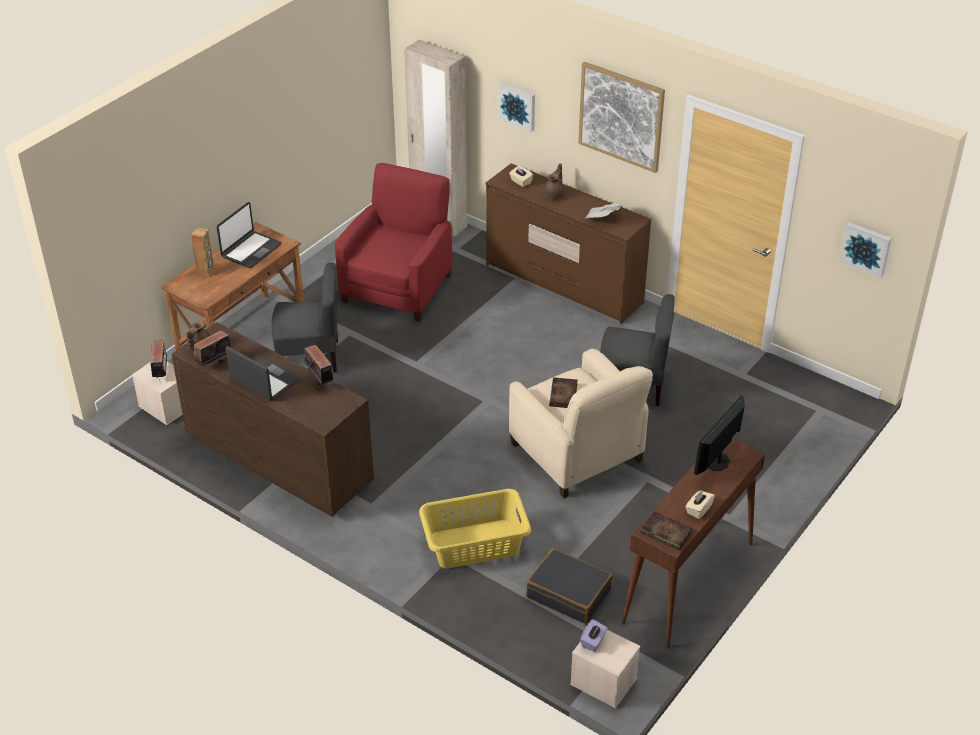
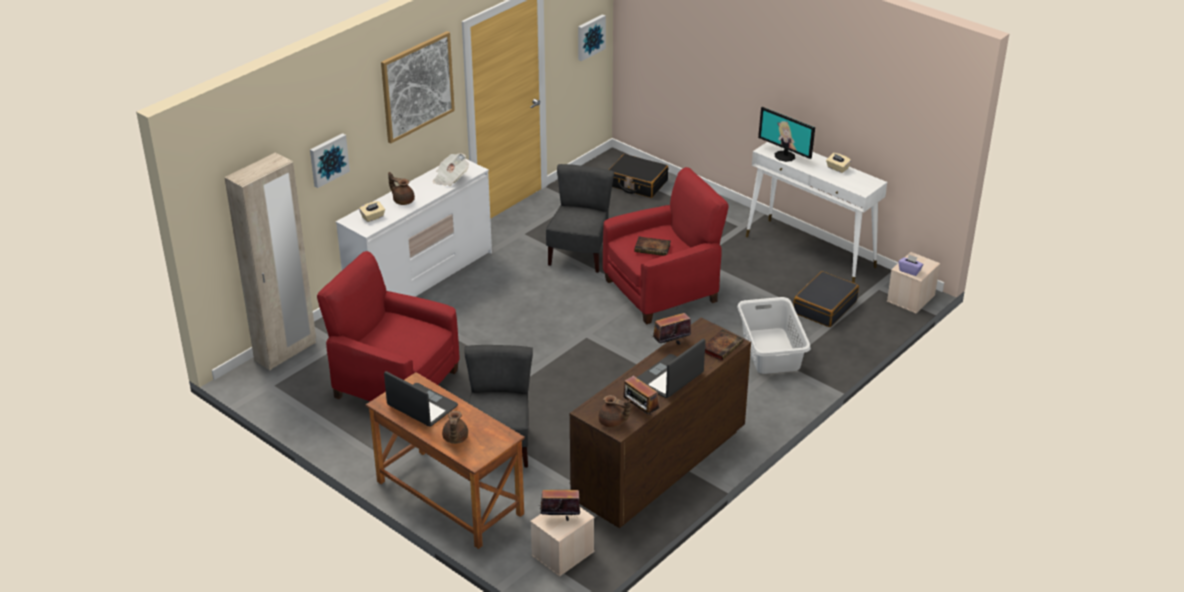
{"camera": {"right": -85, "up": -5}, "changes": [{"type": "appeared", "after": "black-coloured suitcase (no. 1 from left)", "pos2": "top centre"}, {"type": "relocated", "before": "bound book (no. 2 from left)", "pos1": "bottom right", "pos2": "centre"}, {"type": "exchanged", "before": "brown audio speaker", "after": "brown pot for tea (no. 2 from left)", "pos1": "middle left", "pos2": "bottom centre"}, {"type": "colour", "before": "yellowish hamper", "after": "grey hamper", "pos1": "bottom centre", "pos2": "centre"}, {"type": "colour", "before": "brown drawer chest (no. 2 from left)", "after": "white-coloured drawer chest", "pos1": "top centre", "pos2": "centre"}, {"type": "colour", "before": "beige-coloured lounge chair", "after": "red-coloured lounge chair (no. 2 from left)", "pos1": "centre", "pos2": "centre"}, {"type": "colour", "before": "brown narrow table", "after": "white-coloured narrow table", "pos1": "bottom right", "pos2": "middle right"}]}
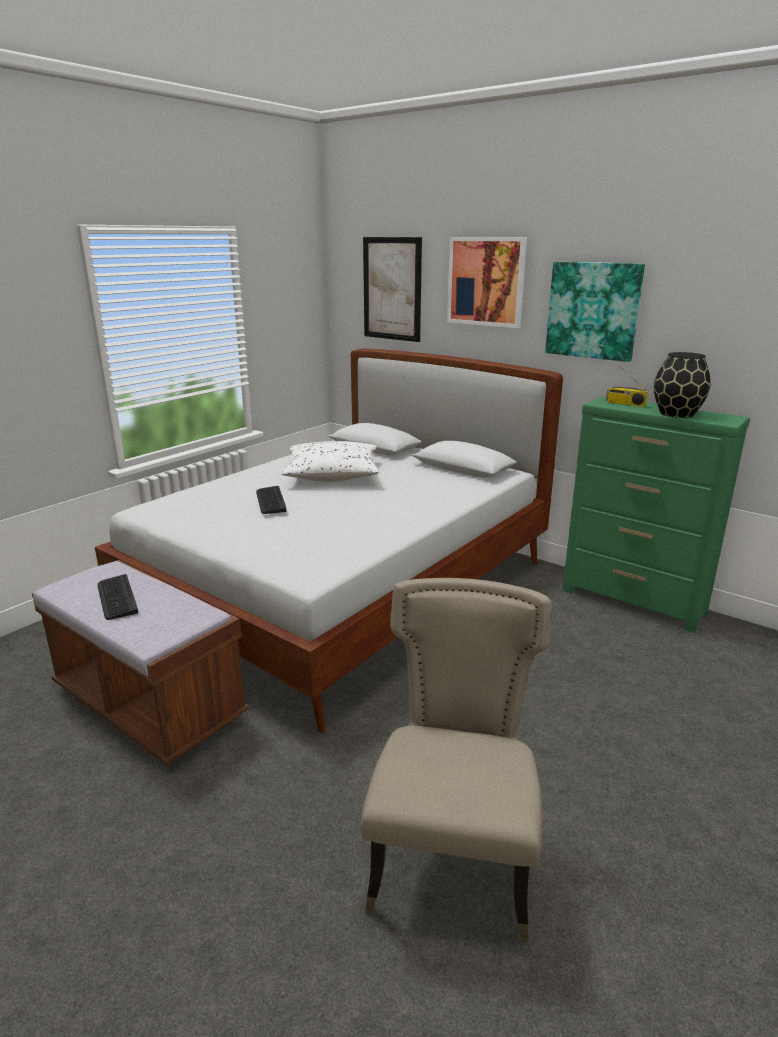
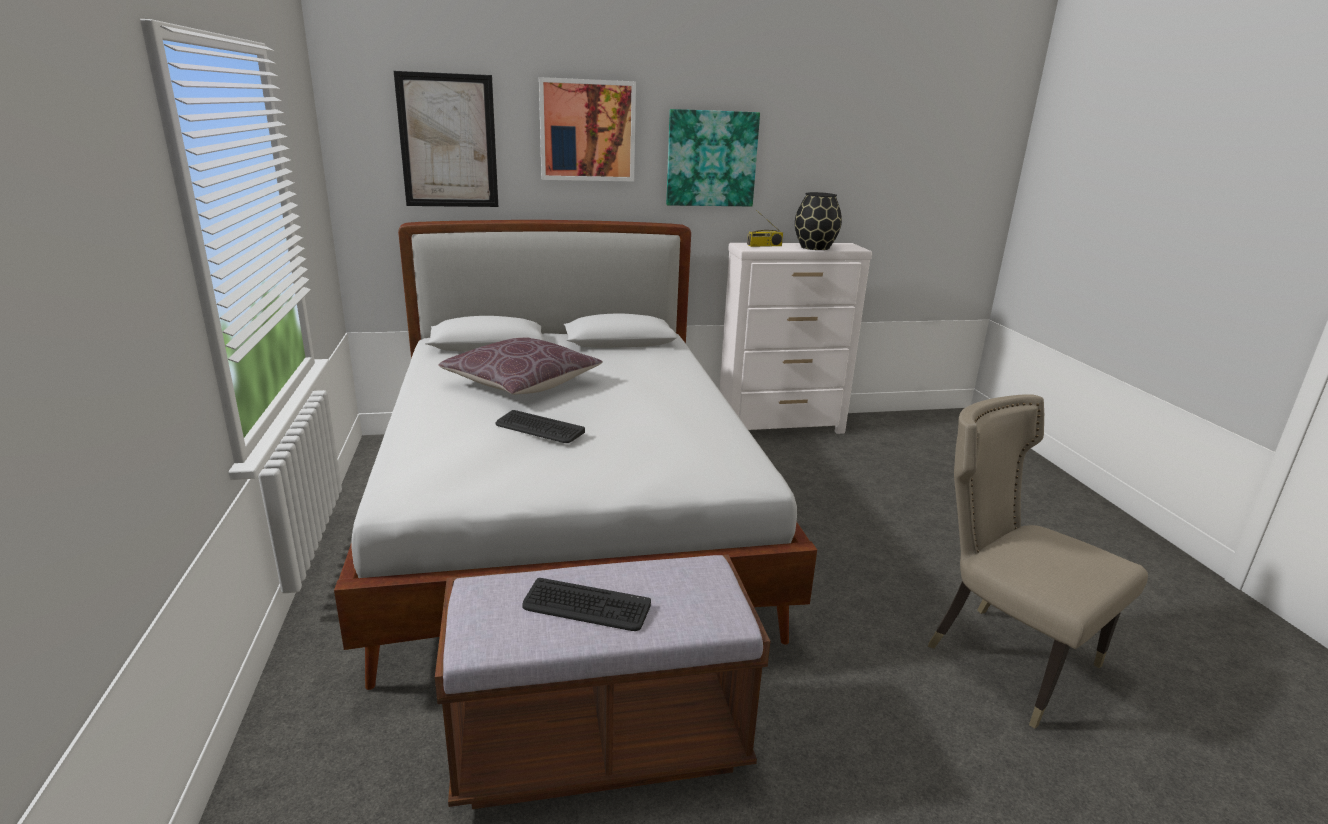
{"camera": {"right": -50, "up": 0}, "changes": [{"type": "colour", "before": "white-coloured throw pillow", "after": "brown throw pillow", "pos1": "centre", "pos2": "centre"}, {"type": "colour", "before": "green drawer chest", "after": "white-coloured drawer chest", "pos1": "middle right", "pos2": "centre"}]}
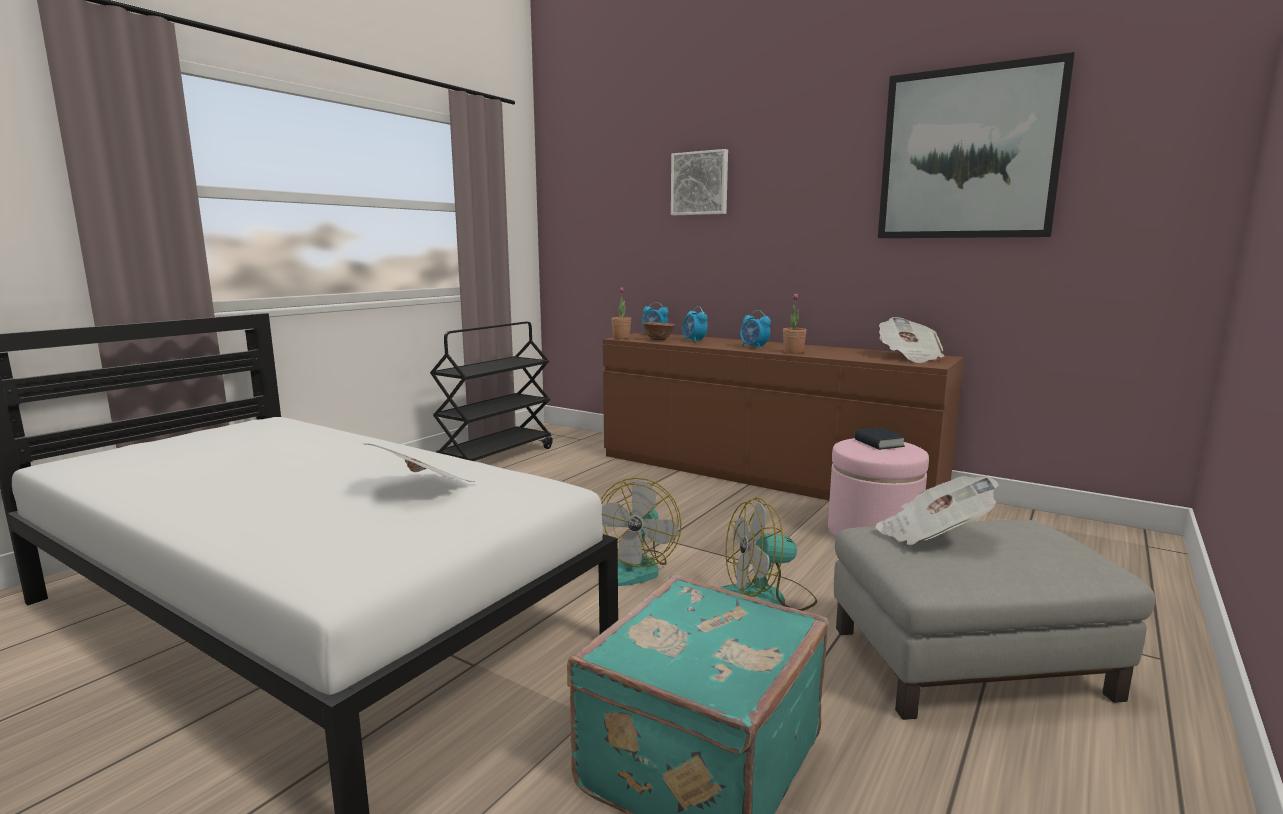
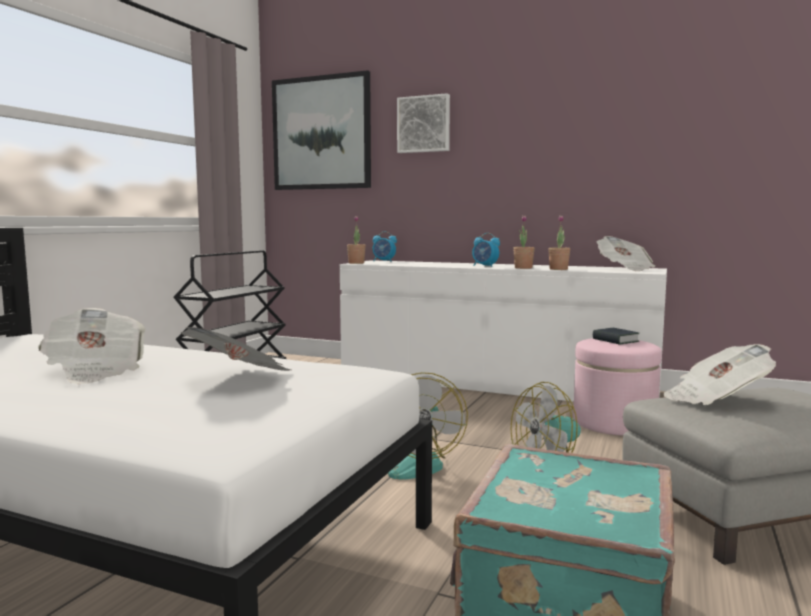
{"camera": {"right": -10, "up": -5}, "changes": [{"type": "missing", "before": "bowl", "pos1": "centre"}, {"type": "missing", "before": "table clock (no. 2 from left)", "pos1": "centre"}, {"type": "appeared", "after": "printed paper (no. 1 from left)", "pos2": "middle left"}, {"type": "appeared", "after": "potted plant (no. 3 from left)", "pos2": "middle right"}, {"type": "relocated", "before": "picture (no. 2 from left in the first image)", "after": "picture (no. 1 from left)", "pos1": "top right", "pos2": "top centre"}, {"type": "colour", "before": "brown drawer chest", "after": "white-coloured drawer chest", "pos1": "centre", "pos2": "centre"}]}
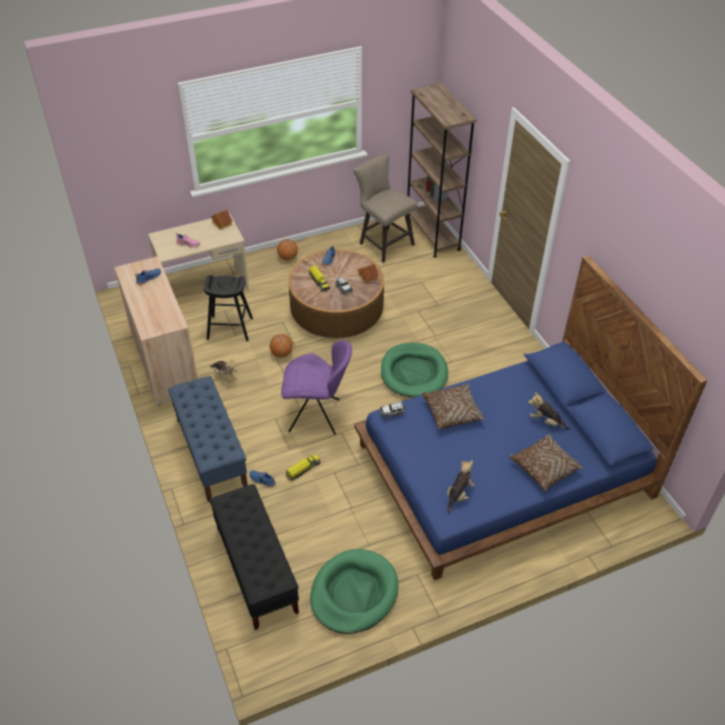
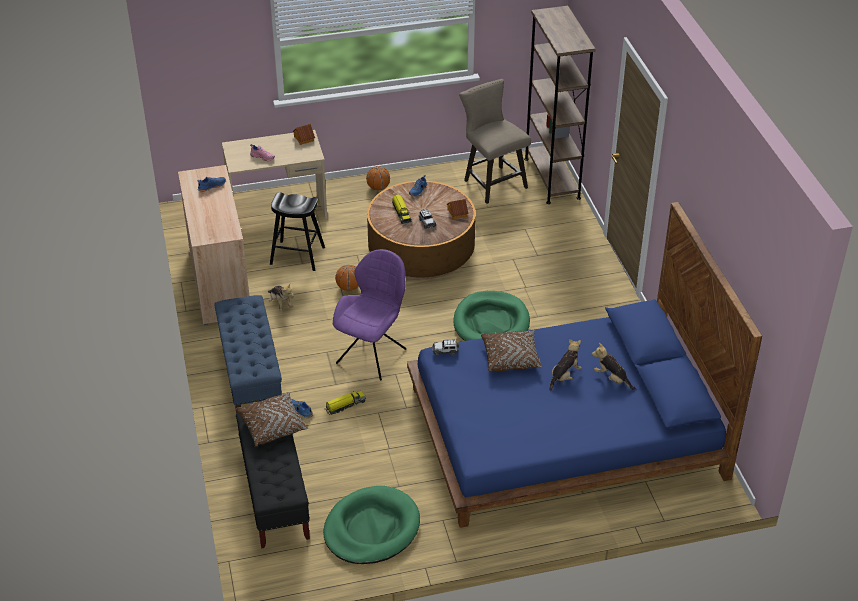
{"camera": {"right": 10, "up": -5}, "changes": [{"type": "relocated", "before": "cuddly toy (no. 2 from left)", "pos1": "bottom centre", "pos2": "centre"}, {"type": "relocated", "before": "brown throw pillow (no. 2 from left in the first image)", "after": "brown throw pillow (no. 1 from left)", "pos1": "middle right", "pos2": "bottom left"}, {"type": "spun", "before": "purplish plain chair", "pos1": "centre", "pos2": "centre", "turn": -75}]}
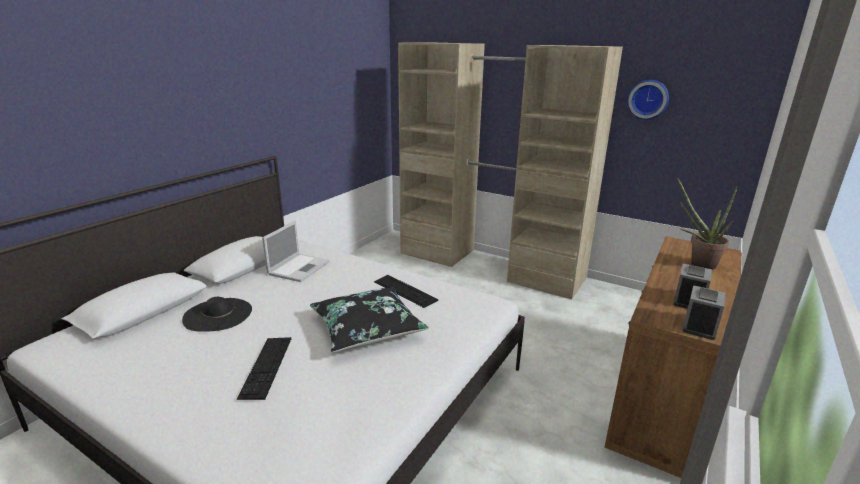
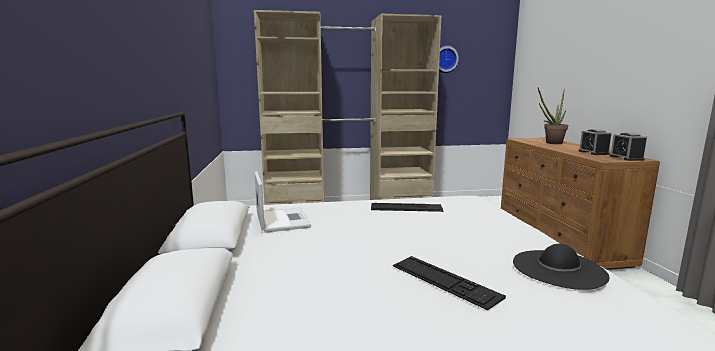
{"camera": {"right": -40, "up": -10}, "changes": [{"type": "missing", "before": "black-coloured throw pillow", "pos1": "centre"}, {"type": "relocated", "before": "black-coloured clothing hat", "pos1": "middle left", "pos2": "bottom right"}]}
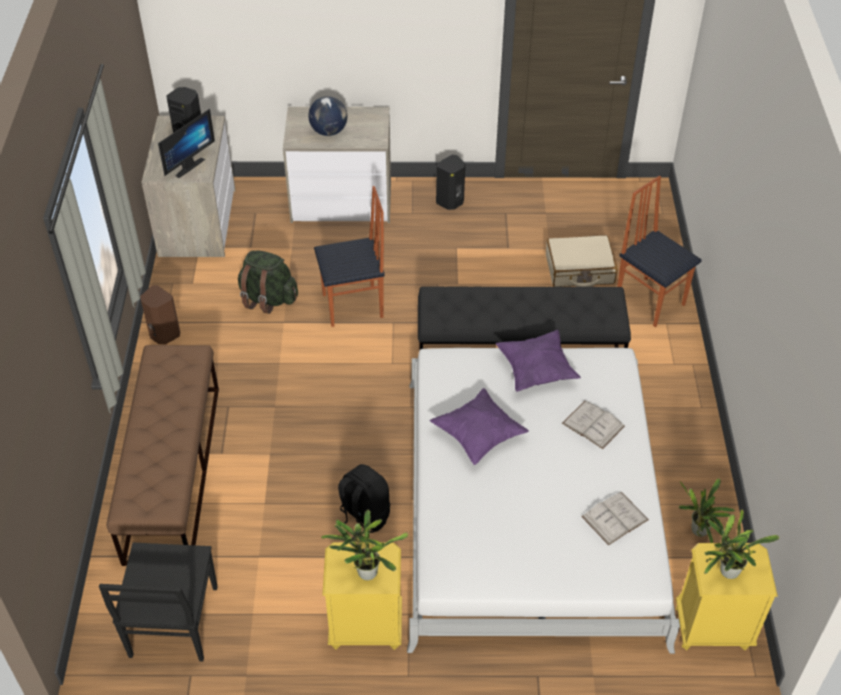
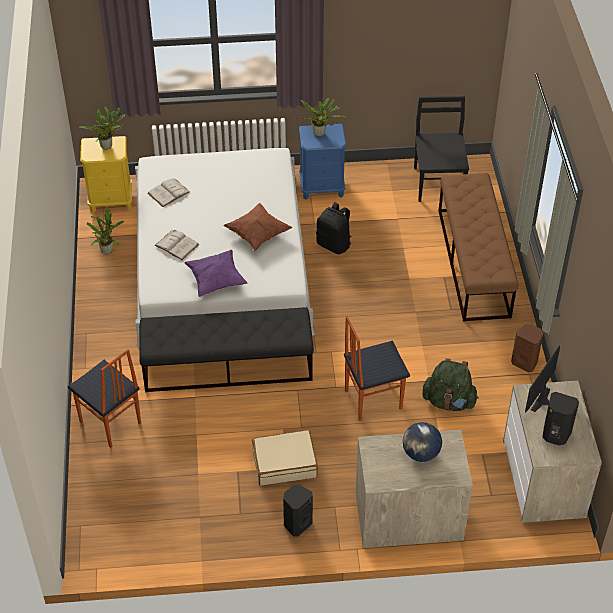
{"camera": {"right": 175, "up": 0}, "changes": [{"type": "relocated", "before": "beige-coloured suitcase", "pos1": "middle right", "pos2": "bottom centre"}, {"type": "colour", "before": "yellowish bedside table (no. 1 from left)", "after": "blue-coloured bedside table", "pos1": "bottom centre", "pos2": "top centre"}, {"type": "colour", "before": "purplish throw pillow (no. 1 from left)", "after": "brown throw pillow", "pos1": "centre", "pos2": "centre"}]}
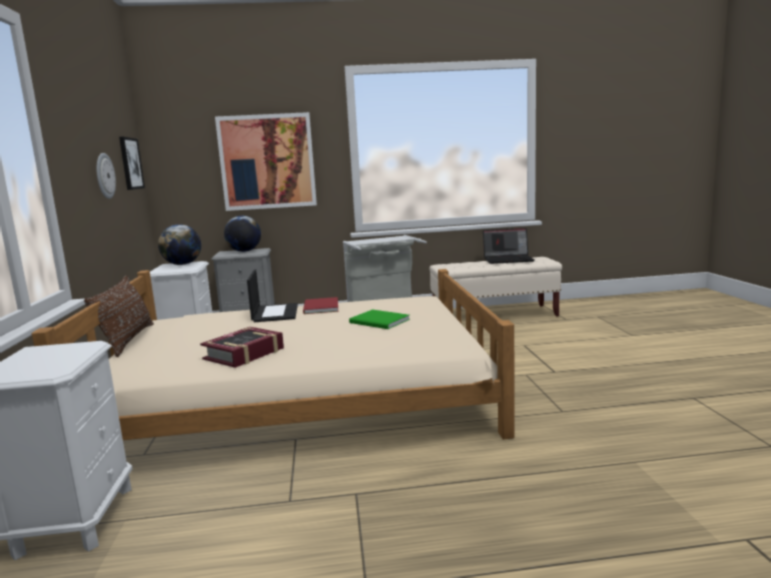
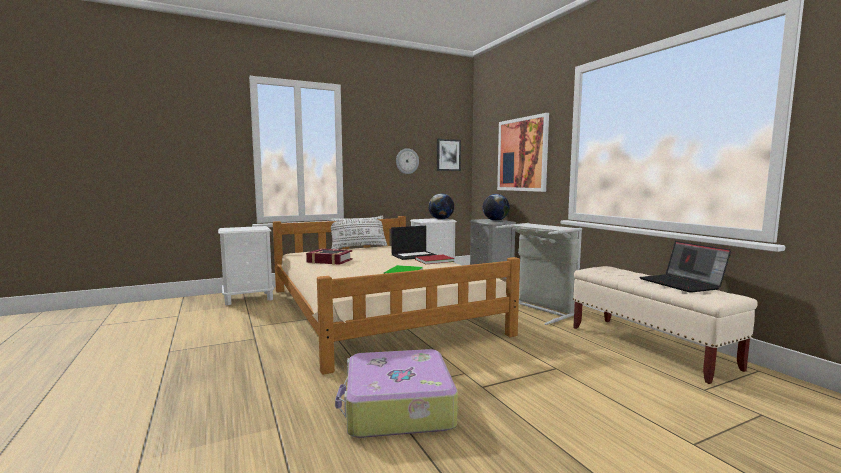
{"camera": {"right": 70, "up": -5}, "changes": [{"type": "appeared", "after": "suitcase", "pos2": "bottom centre"}, {"type": "colour", "before": "brown throw pillow", "after": "white-coloured throw pillow", "pos1": "middle left", "pos2": "centre"}]}
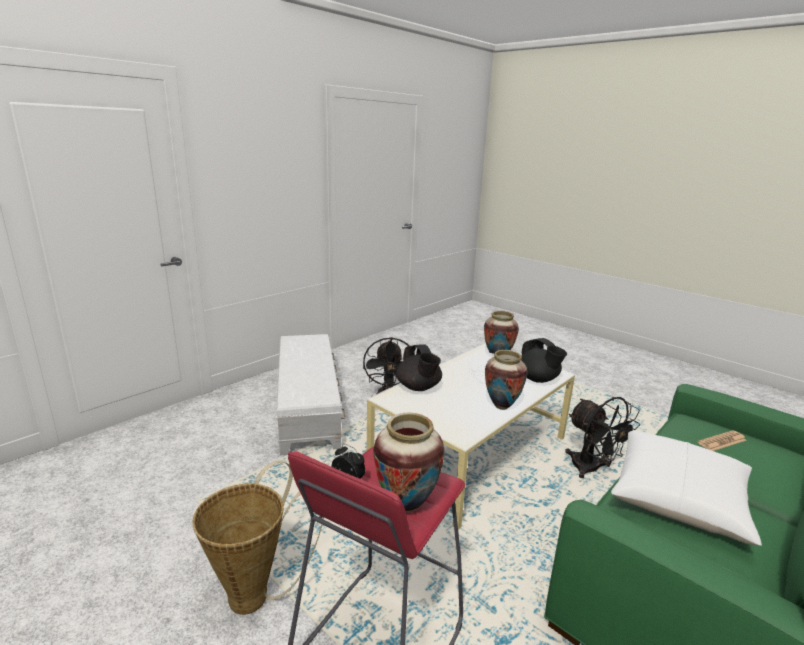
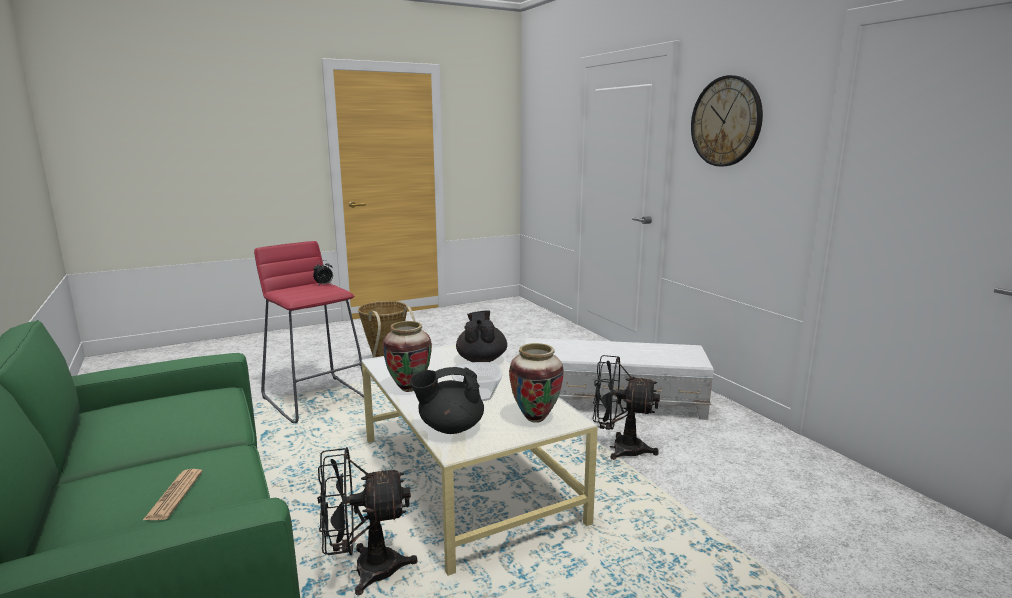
{"camera": {"right": 110, "up": -5}, "changes": [{"type": "missing", "before": "decorative vase (no. 1 from left)", "pos1": "bottom centre"}, {"type": "missing", "before": "white-coloured throw pillow", "pos1": "bottom right"}, {"type": "appeared", "after": "clock on the wall", "pos2": "top right"}, {"type": "spun", "before": "black-coloured pot for tea (no. 1 from left in the first image)", "pos1": "centre", "pos2": "centre", "turn": 90}]}
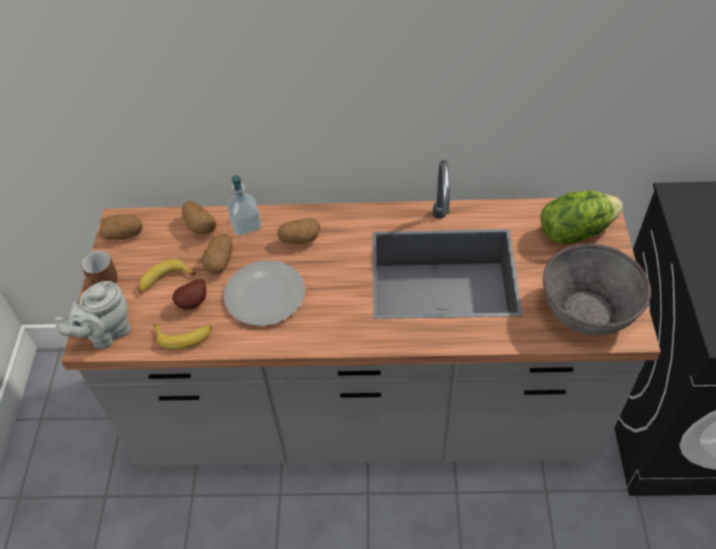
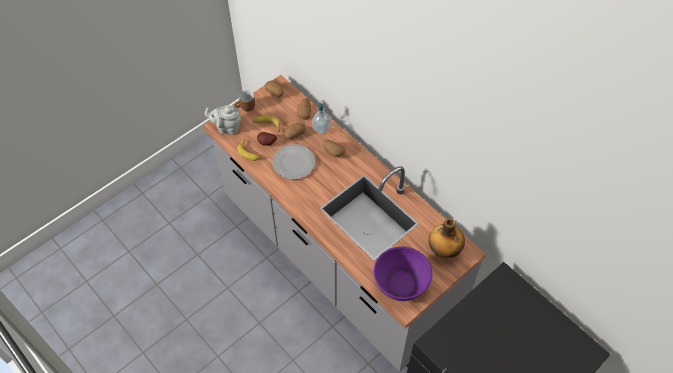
{"camera": {"right": 45, "up": 5}, "changes": [{"type": "exchanged", "before": "head of lettuce", "after": "beverage bottle", "pos1": "middle right", "pos2": "centre"}, {"type": "colour", "before": "grey bowl", "after": "purplish bowl", "pos1": "middle right", "pos2": "bottom centre"}]}
